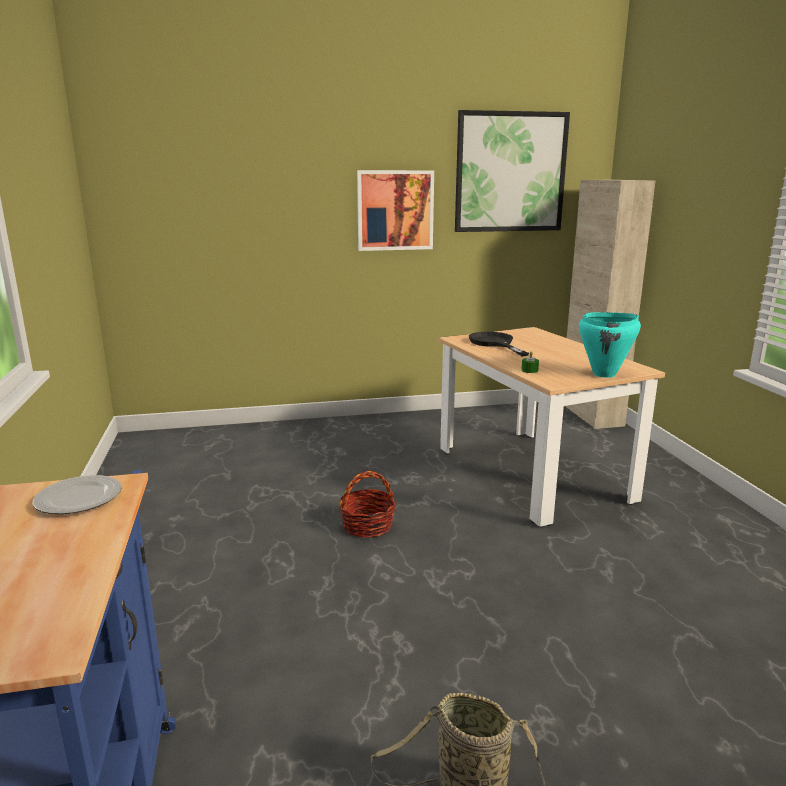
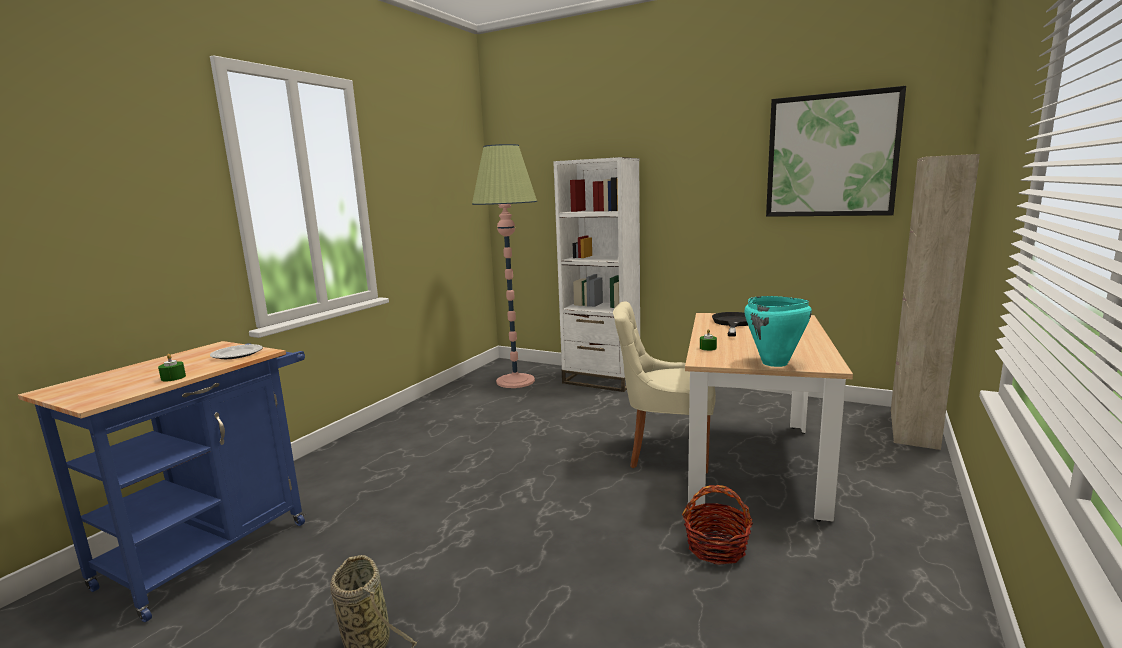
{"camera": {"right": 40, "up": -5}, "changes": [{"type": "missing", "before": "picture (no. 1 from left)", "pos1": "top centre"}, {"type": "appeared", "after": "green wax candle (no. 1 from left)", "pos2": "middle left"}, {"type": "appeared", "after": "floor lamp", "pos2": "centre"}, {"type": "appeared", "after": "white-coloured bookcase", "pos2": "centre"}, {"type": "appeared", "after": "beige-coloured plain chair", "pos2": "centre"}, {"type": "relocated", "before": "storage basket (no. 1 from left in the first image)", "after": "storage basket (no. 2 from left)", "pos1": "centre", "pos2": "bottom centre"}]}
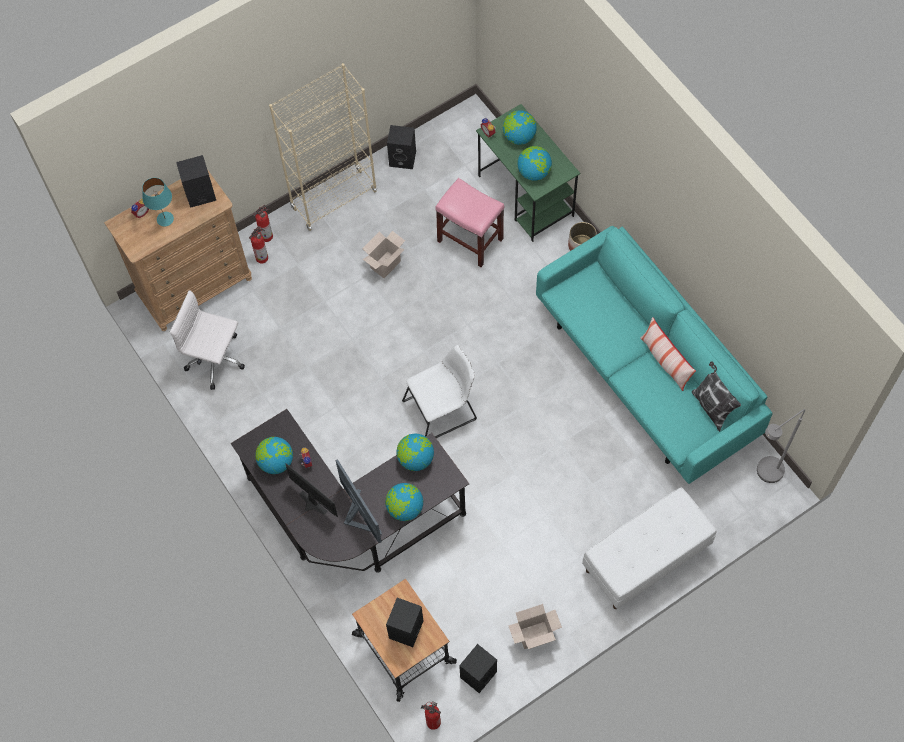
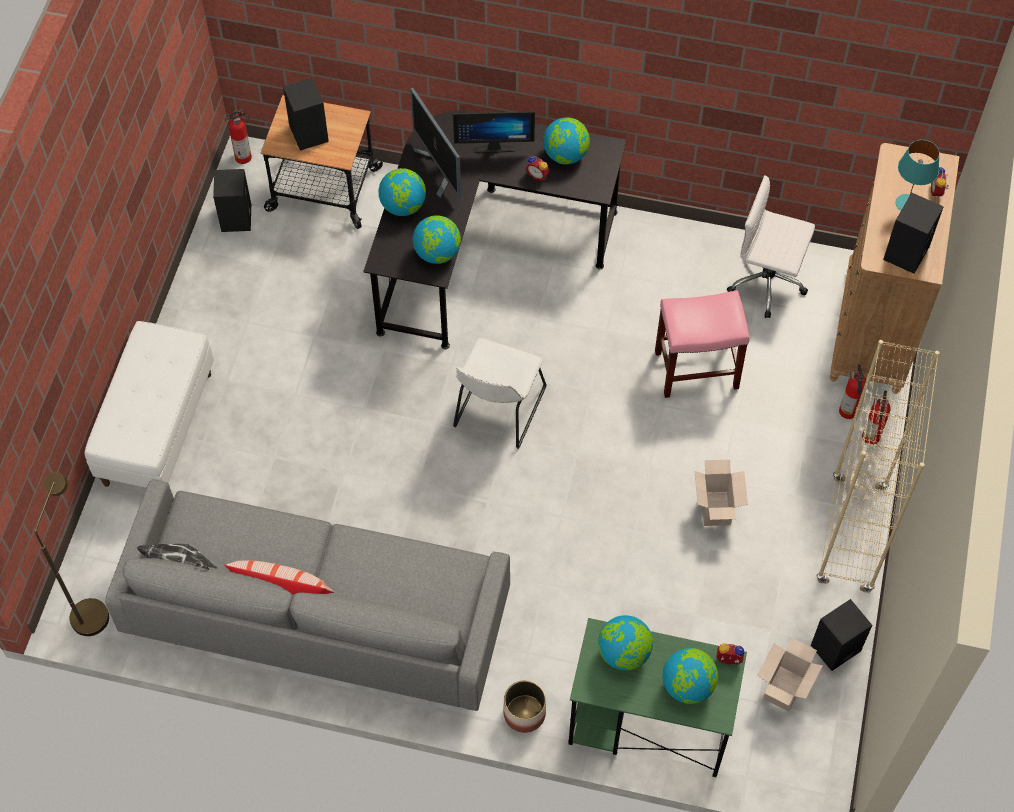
{"camera": {"right": 135, "up": -5}, "changes": [{"type": "relocated", "before": "pink stool seat", "pos1": "top centre", "pos2": "middle right"}, {"type": "relocated", "before": "carton (no. 2 from left)", "pos1": "bottom centre", "pos2": "bottom right"}, {"type": "colour", "before": "turquoise couch", "after": "grey couch", "pos1": "middle right", "pos2": "bottom left"}, {"type": "colour", "before": "grey floor lamp", "after": "brown floor lamp", "pos1": "middle right", "pos2": "bottom left"}, {"type": "spun", "before": "white-coloured computer chair", "pos1": "middle left", "pos2": "top right", "turn": -135}, {"type": "spun", "before": "computer screen (no. 2 from left in the first image)", "pos1": "bottom centre", "pos2": "top centre", "turn": 45}]}
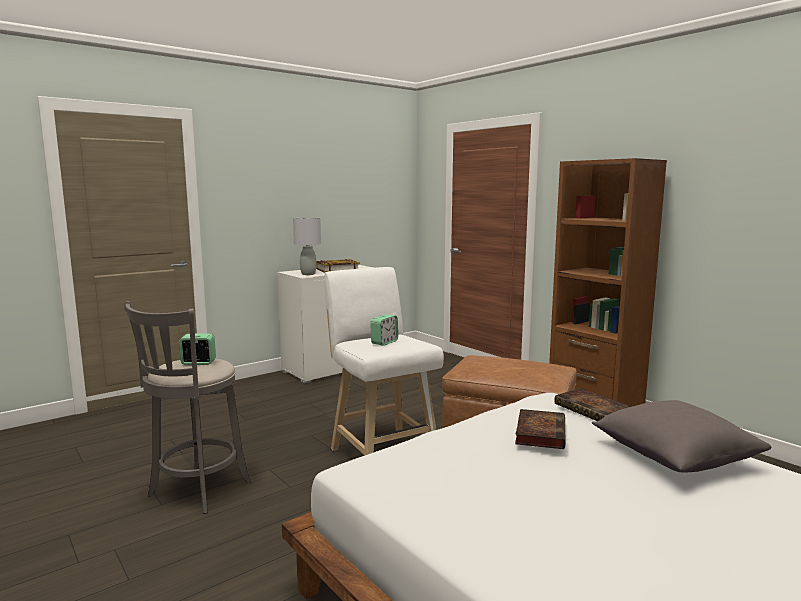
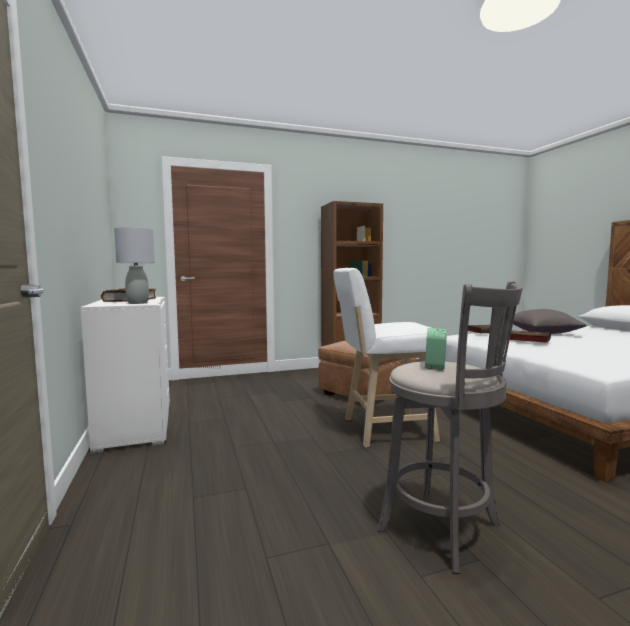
{"camera": {"right": -70, "up": -5}, "changes": [{"type": "missing", "before": "table clock (no. 2 from left)", "pos1": "centre"}]}
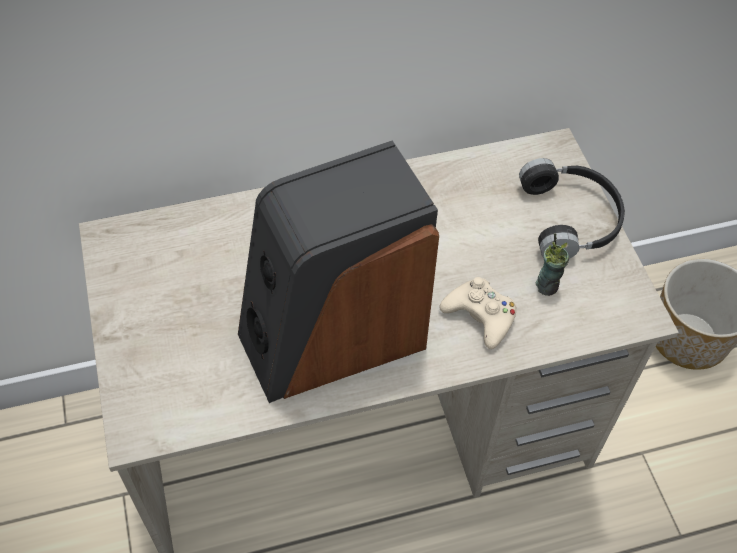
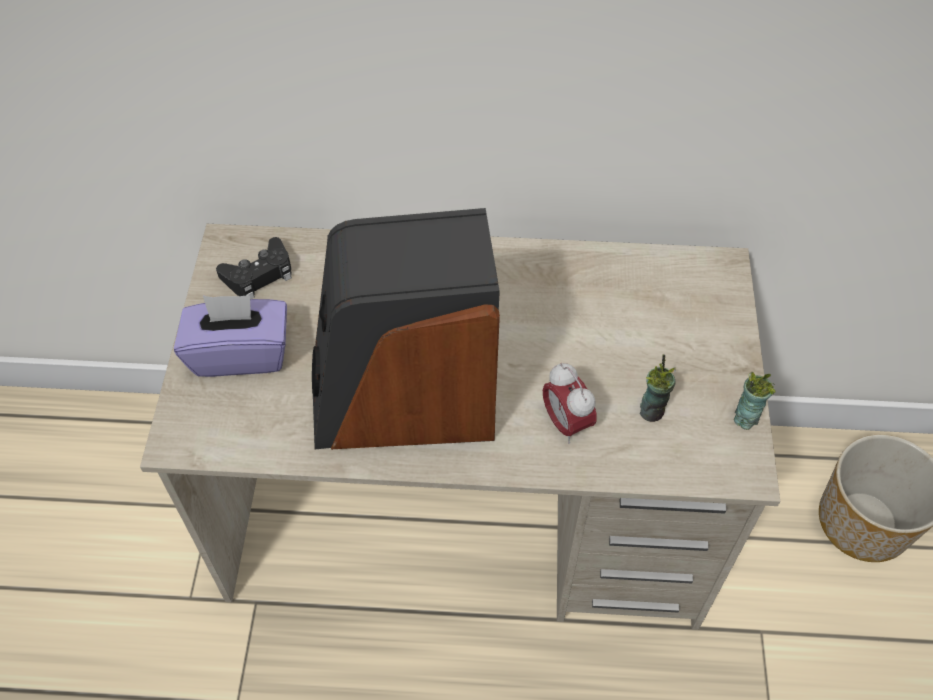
{"camera": {"right": 20, "up": 0}, "changes": [{"type": "missing", "before": "black-coloured headset", "pos1": "middle right"}, {"type": "appeared", "after": "purplish tissue box", "pos2": "middle left"}, {"type": "appeared", "after": "black-coloured game controller", "pos2": "middle left"}, {"type": "appeared", "after": "small cup (no. 2 from left)", "pos2": "middle right"}, {"type": "exchanged", "before": "beige-coloured game controller", "after": "table clock", "pos1": "centre", "pos2": "centre"}]}
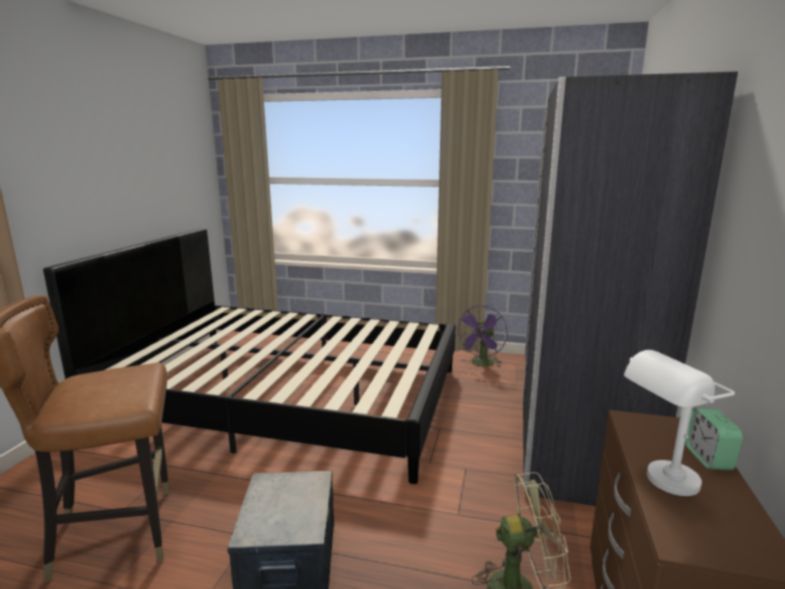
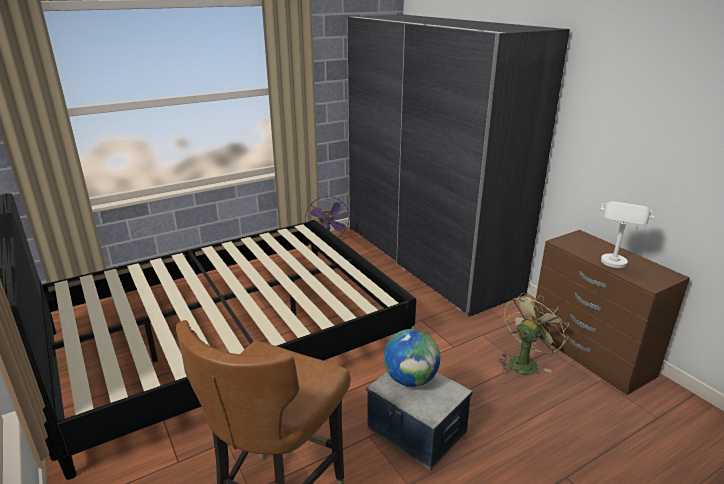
{"camera": {"right": -45, "up": 10}, "changes": [{"type": "missing", "before": "table clock", "pos1": "bottom right"}, {"type": "appeared", "after": "desk globe", "pos2": "bottom centre"}]}
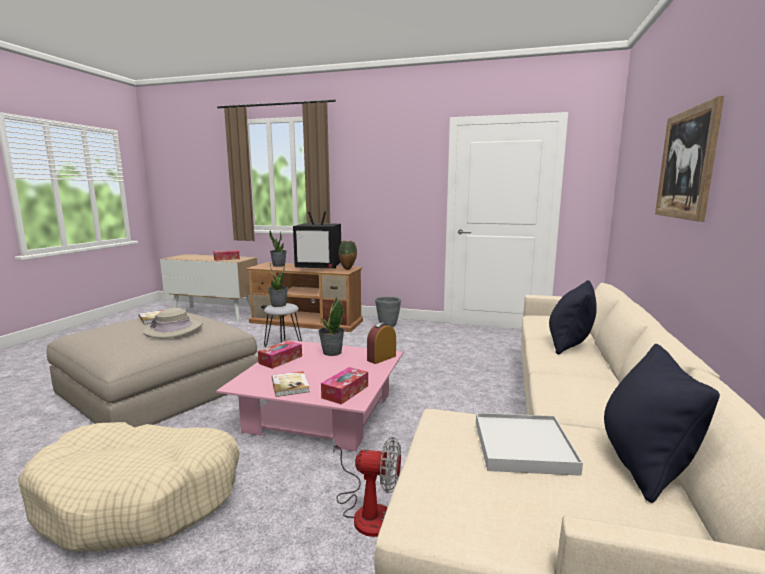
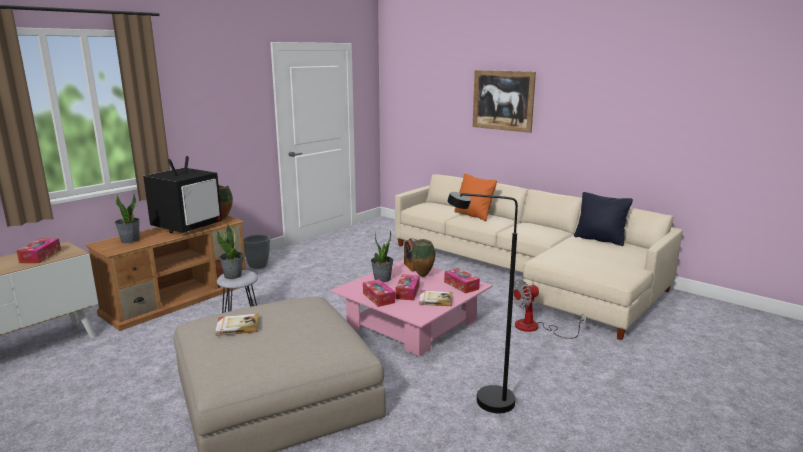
{"camera": {"right": -65, "up": 5}, "changes": [{"type": "missing", "before": "beige-coloured clothing hat", "pos1": "middle left"}, {"type": "missing", "before": "white-coloured serving tray", "pos1": "bottom right"}, {"type": "appeared", "after": "tissue box (no. 3 from left)", "pos2": "centre"}, {"type": "appeared", "after": "decorative vase (no. 2 from left)", "pos2": "centre"}, {"type": "exchanged", "before": "beige-coloured pet bed", "after": "black-coloured floor lamp", "pos1": "bottom left", "pos2": "bottom centre"}, {"type": "colour", "before": "black-coloured throw pillow (no. 1 from left)", "after": "orangey throw pillow", "pos1": "middle right", "pos2": "centre"}, {"type": "spun", "before": "cooling fan", "pos1": "bottom centre", "pos2": "bottom right", "turn": -150}]}
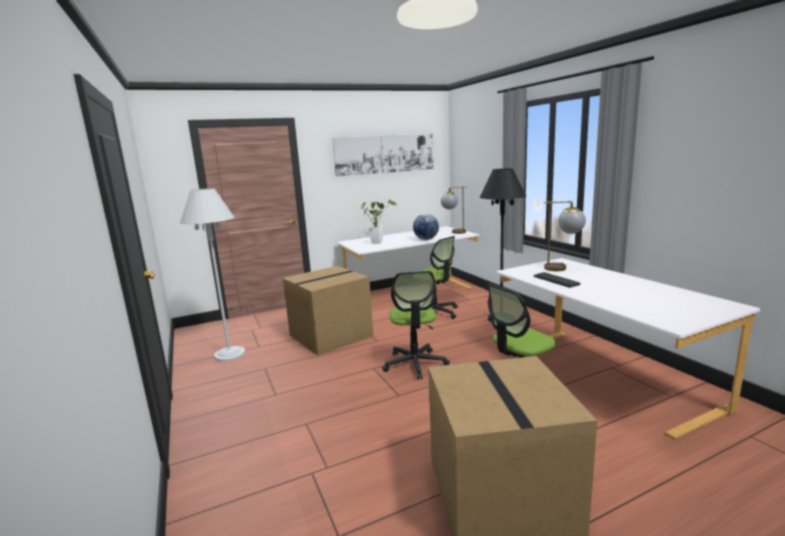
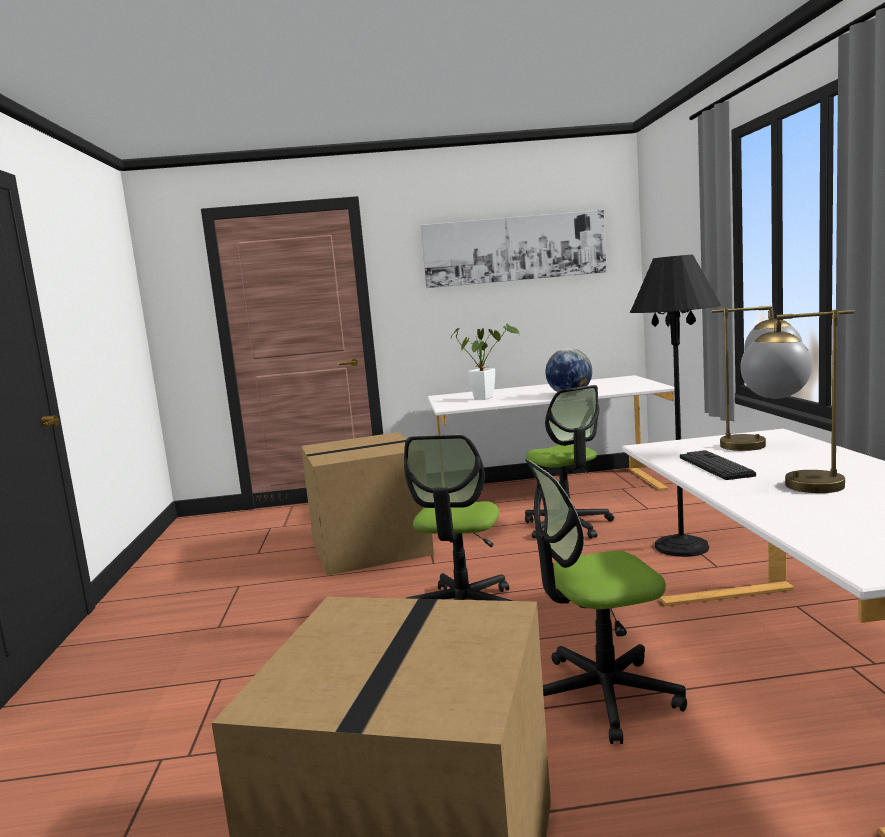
{"camera": {"right": 20, "up": -5}, "changes": [{"type": "missing", "before": "white-coloured floor lamp", "pos1": "middle left"}, {"type": "relocated", "before": "lamp for a table (no. 1 from left in the first image)", "after": "lamp for a table (no. 2 from left)", "pos1": "centre", "pos2": "middle right"}]}
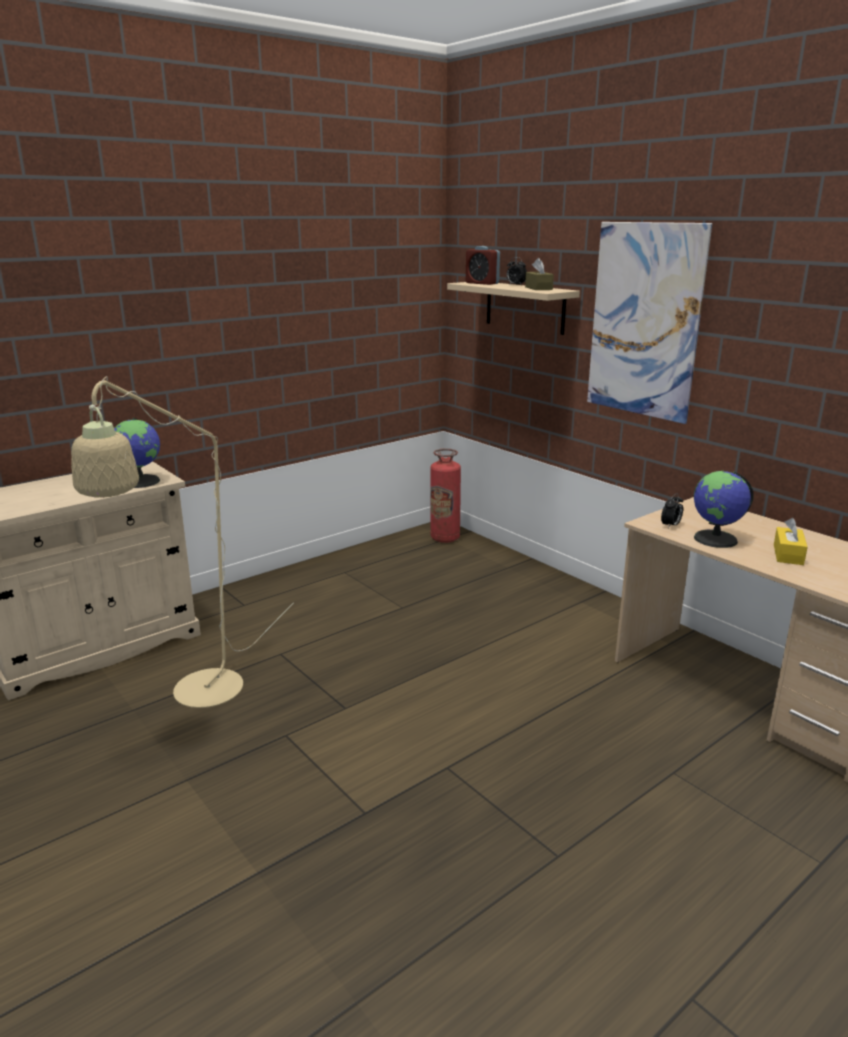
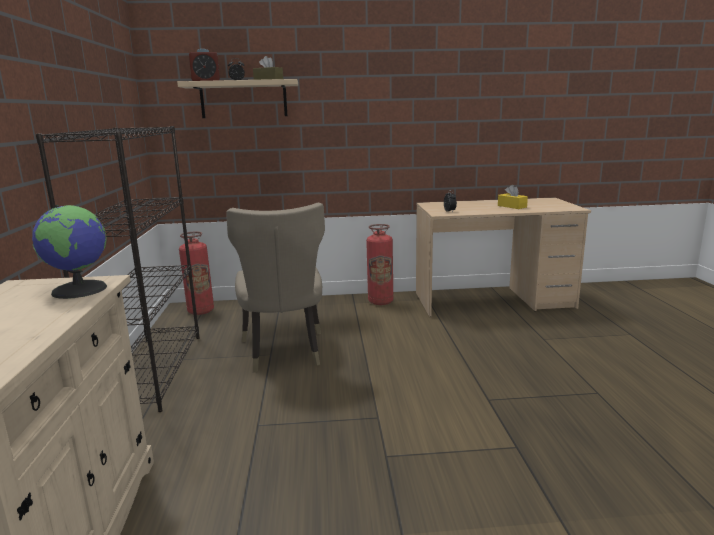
{"camera": {"right": -55, "up": -5}, "changes": [{"type": "missing", "before": "beige-coloured floor lamp", "pos1": "middle left"}, {"type": "missing", "before": "picture", "pos1": "top right"}, {"type": "missing", "before": "desk globe (no. 2 from left)", "pos1": "middle right"}, {"type": "appeared", "after": "black-coloured bookcase", "pos2": "middle left"}, {"type": "appeared", "after": "beige-coloured plain chair", "pos2": "centre"}, {"type": "appeared", "after": "fire-fighting cylinder (no. 2 from left)", "pos2": "centre"}]}
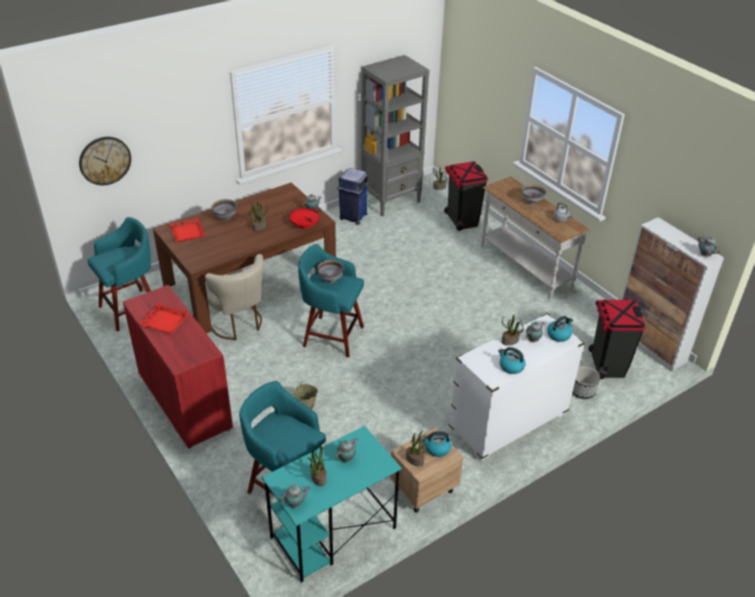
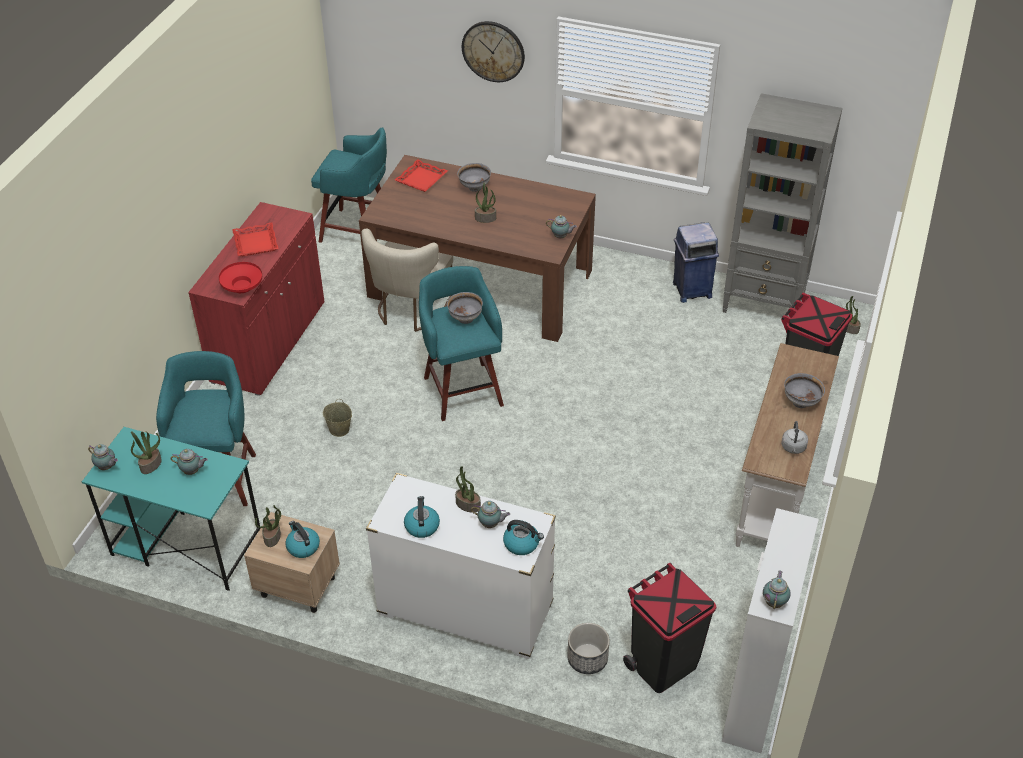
{"camera": {"right": 55, "up": 5}, "changes": [{"type": "relocated", "before": "clock on the wall", "pos1": "top left", "pos2": "top centre"}, {"type": "relocated", "before": "red-coloured bowl", "pos1": "centre", "pos2": "middle left"}]}
